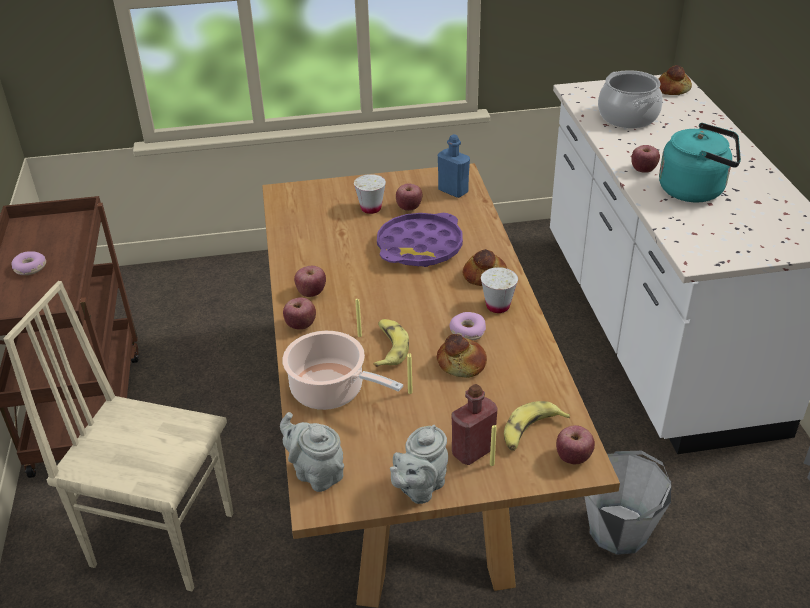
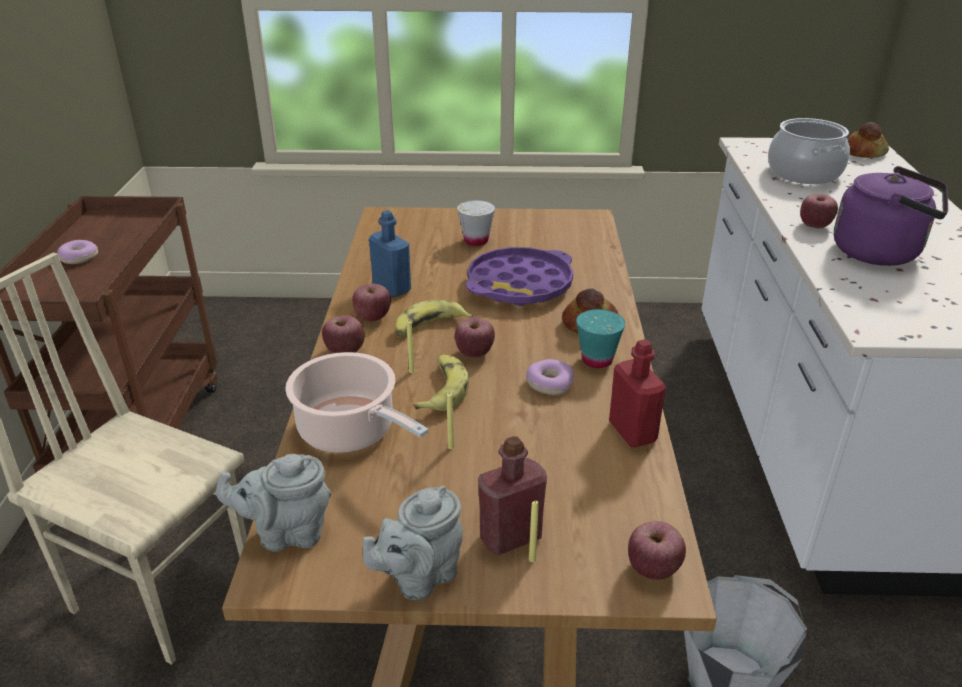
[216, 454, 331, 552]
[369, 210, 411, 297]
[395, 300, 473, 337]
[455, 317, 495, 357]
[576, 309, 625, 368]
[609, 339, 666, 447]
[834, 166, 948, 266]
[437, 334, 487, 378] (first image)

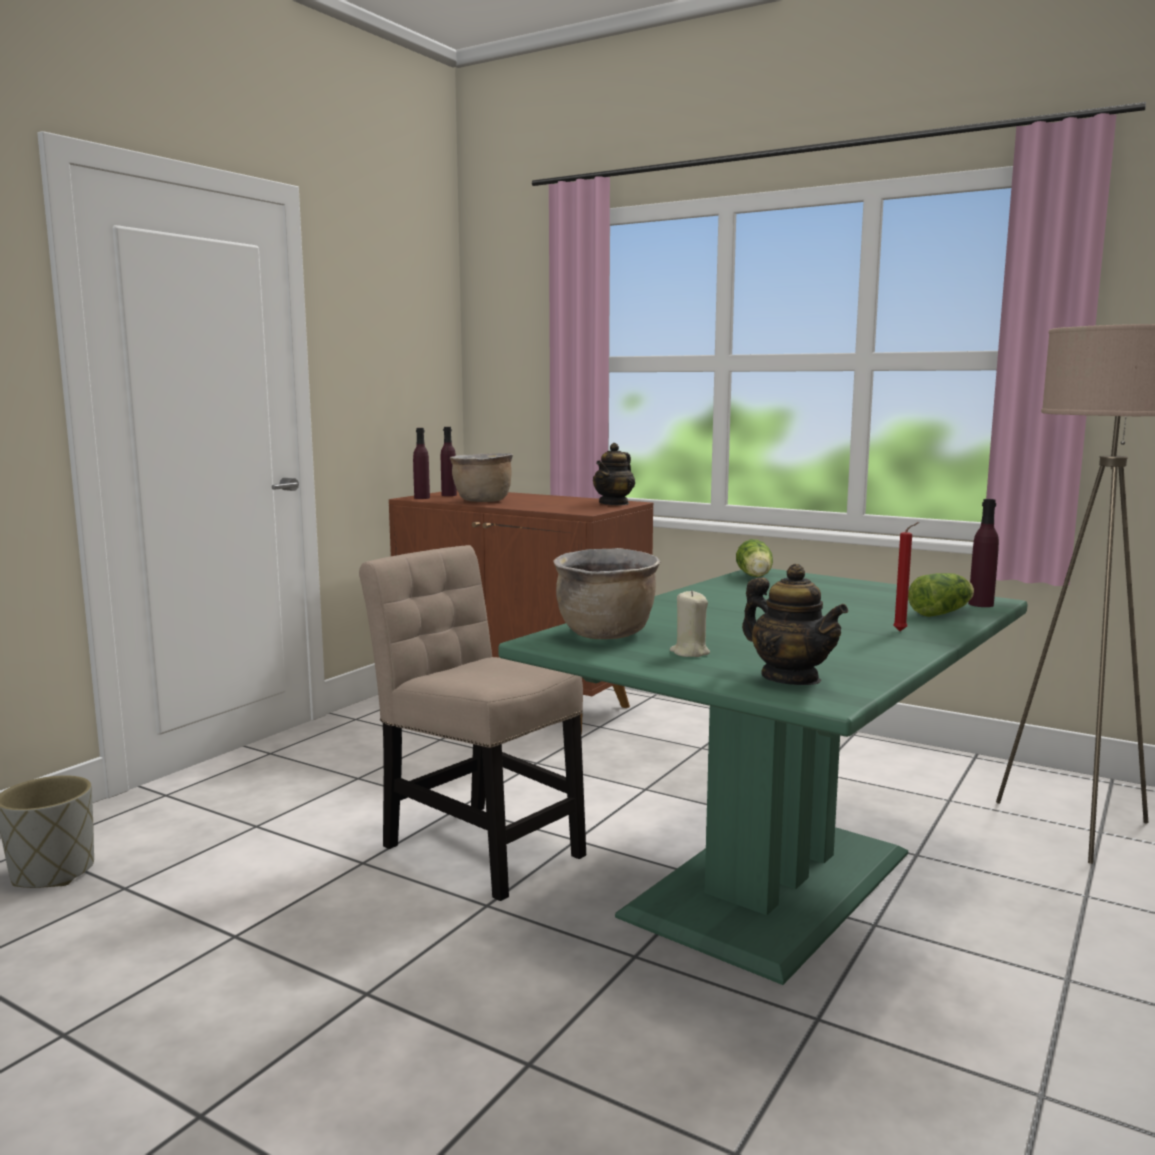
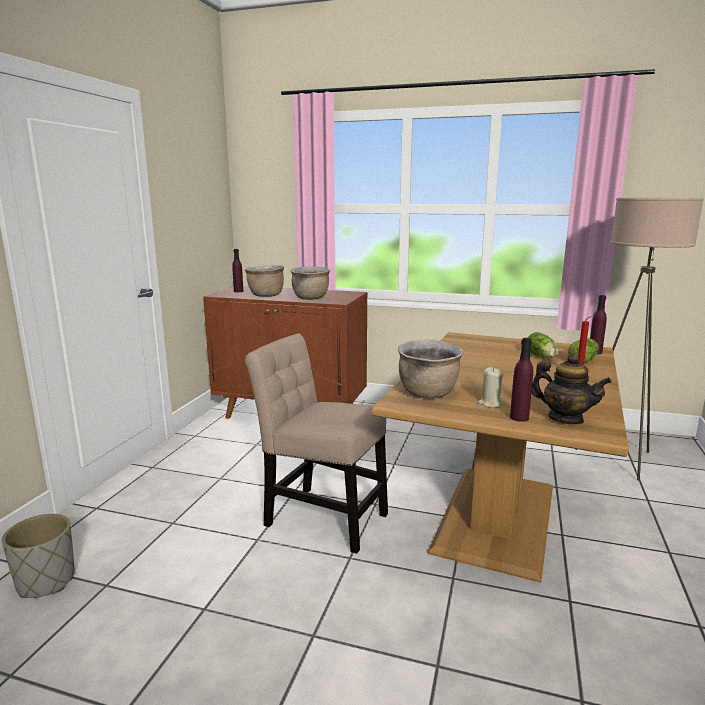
[290, 266, 330, 300]
[371, 332, 629, 583]
[510, 338, 533, 422]
[528, 332, 559, 358]
[593, 443, 635, 506] (first image)

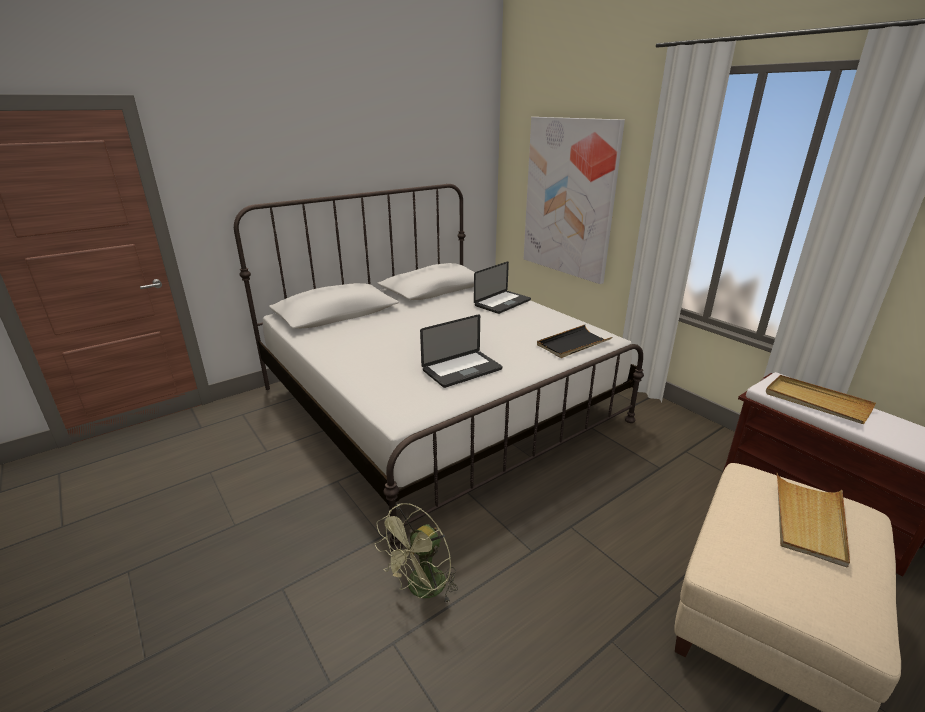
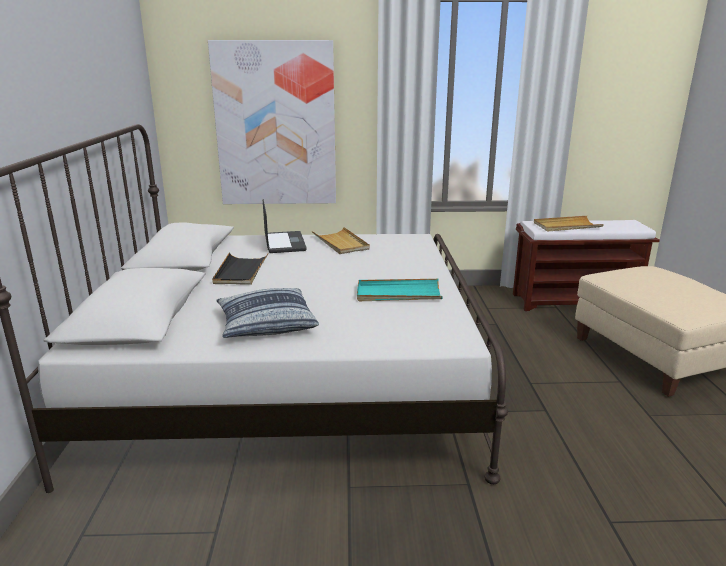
[212, 252, 268, 285]
[216, 288, 319, 338]
[312, 227, 370, 254]
[357, 279, 443, 301]
[375, 503, 458, 603] (first image)

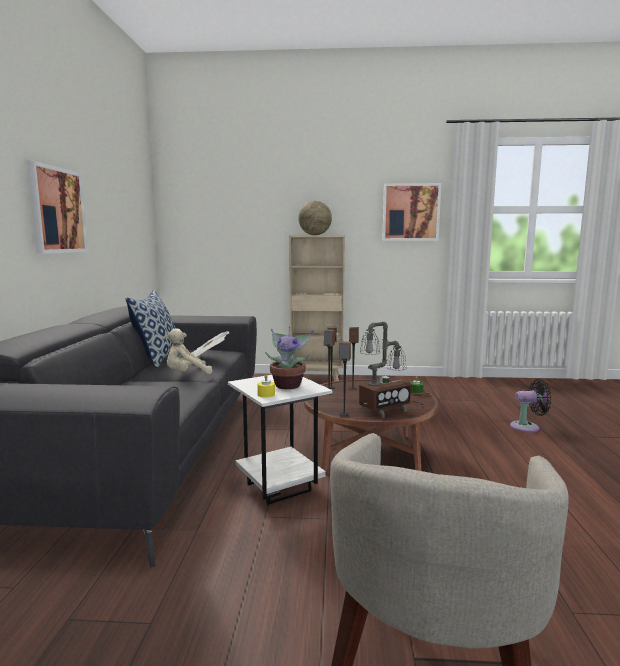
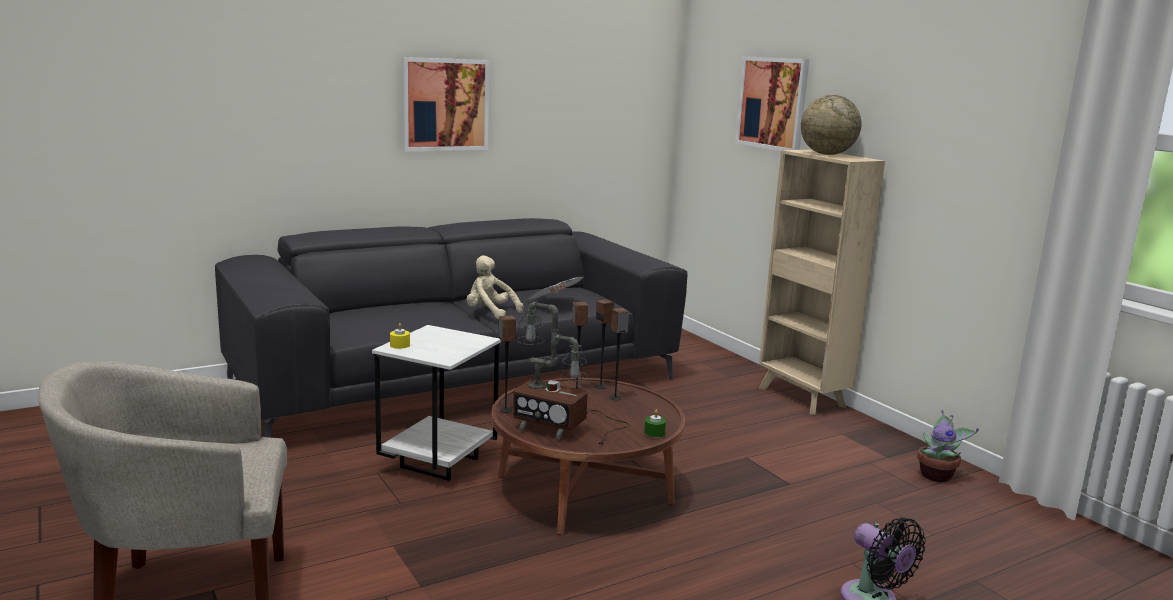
[735, 56, 809, 151]
[917, 410, 979, 482]
[126, 290, 176, 368] (first image)

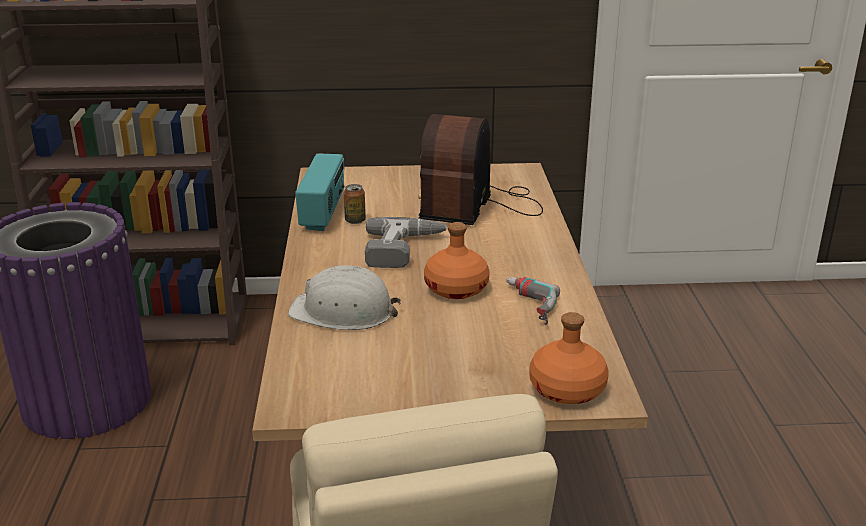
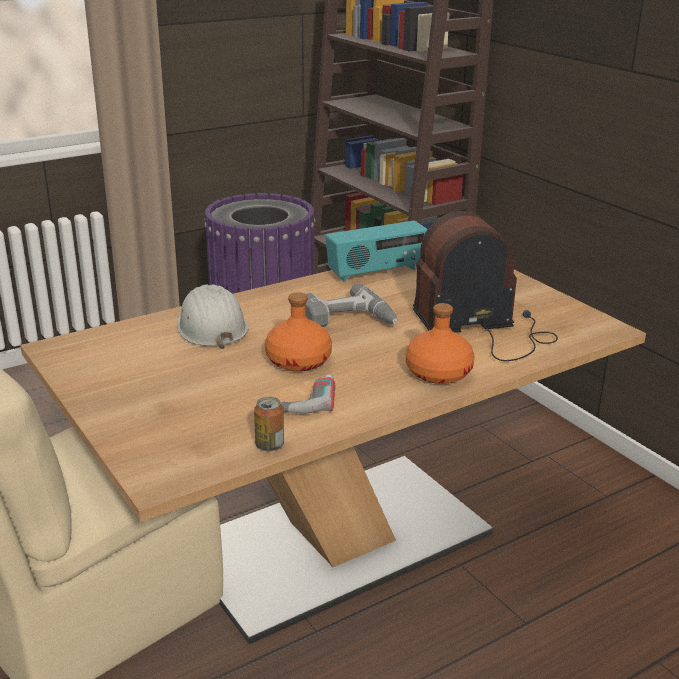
[254, 397, 284, 451]
[406, 303, 475, 384]

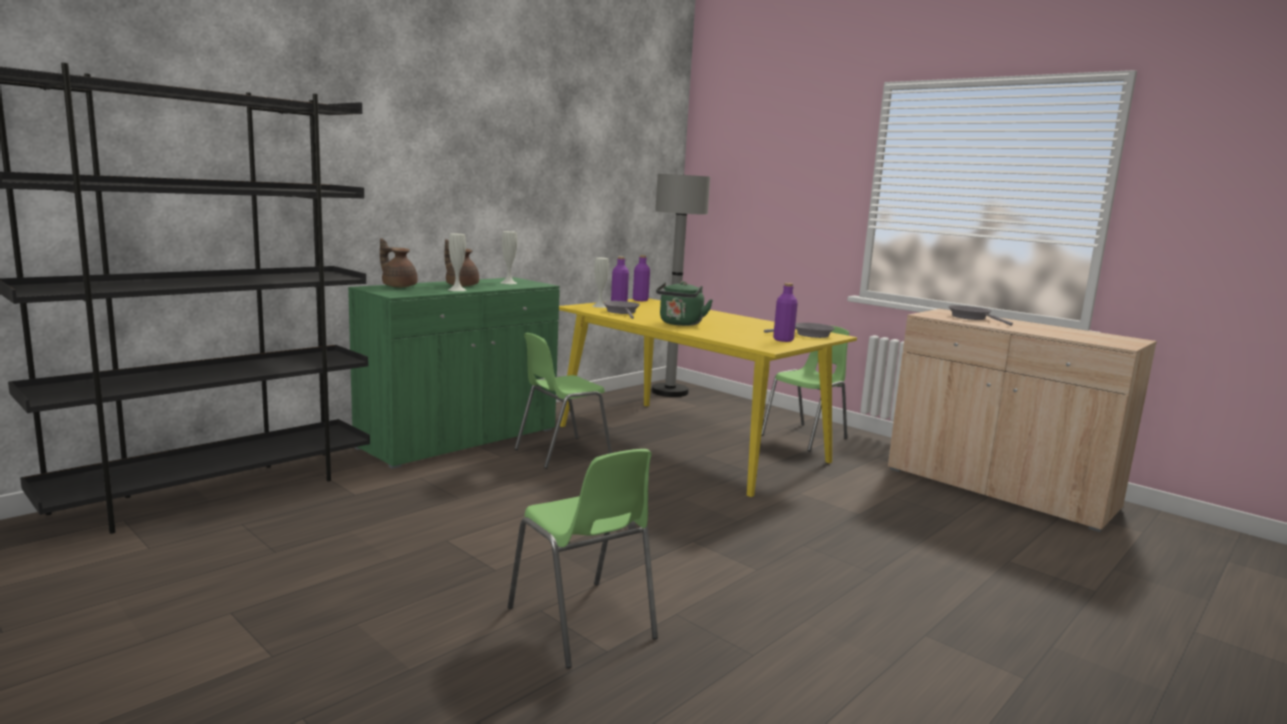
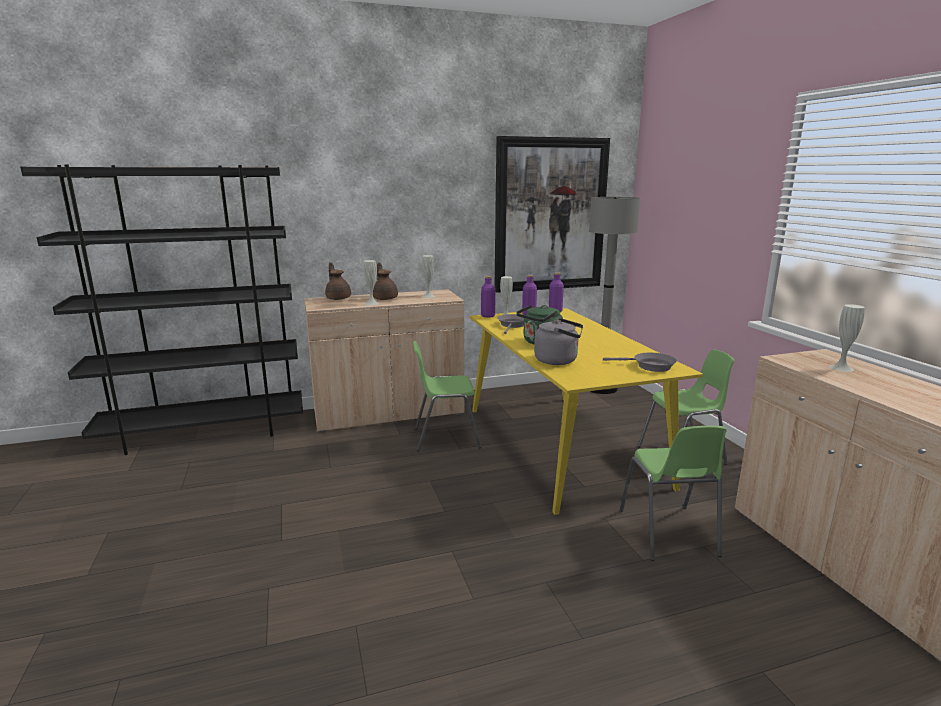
[304, 289, 464, 433]
[481, 276, 496, 318]
[495, 136, 610, 293]
[534, 318, 583, 365]
[620, 426, 726, 561]
[829, 304, 865, 372]

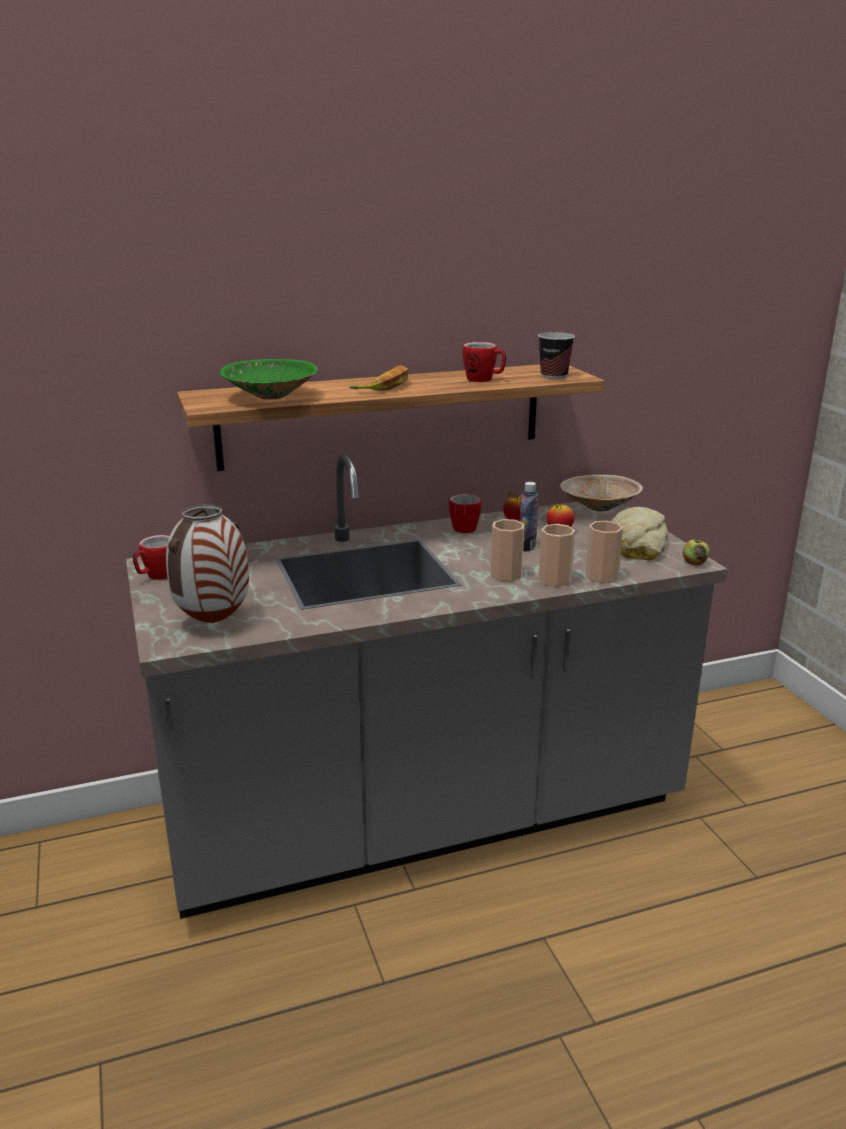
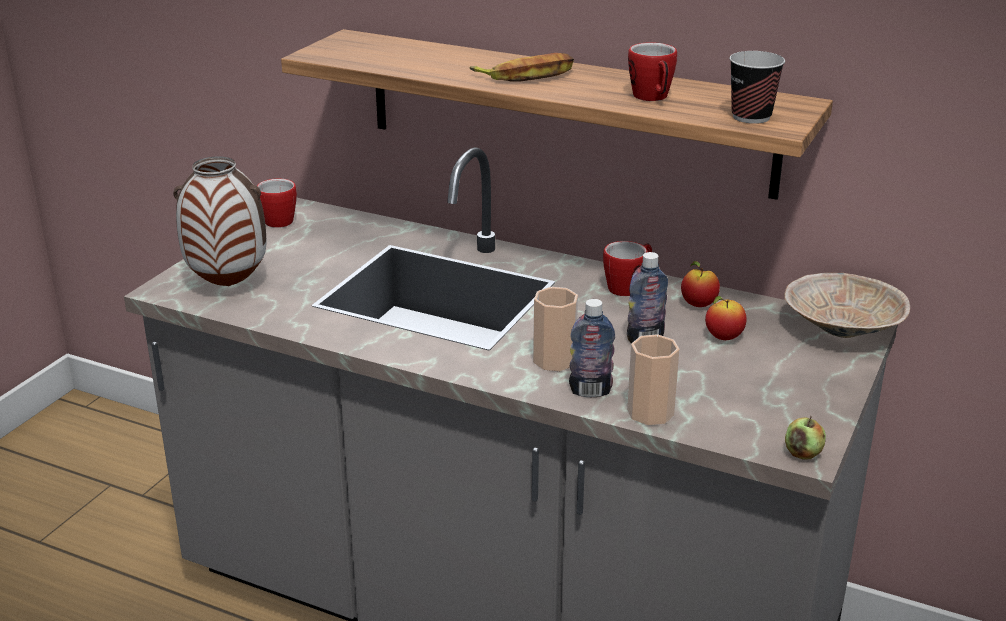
[569, 299, 615, 397]
[220, 359, 318, 400] (first image)
[611, 507, 668, 560] (first image)

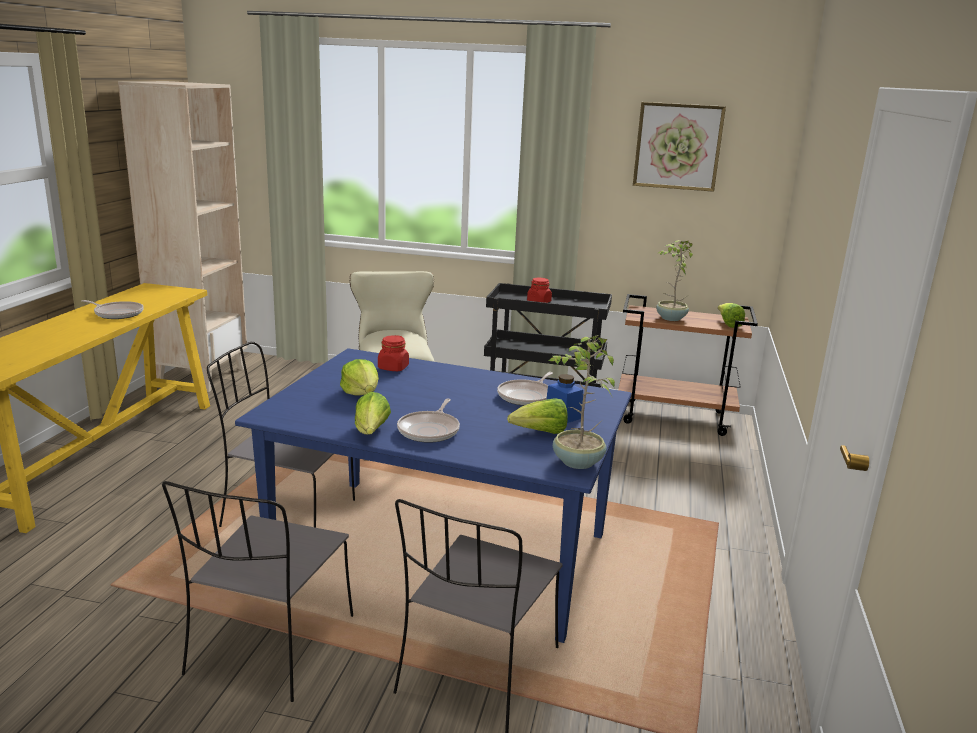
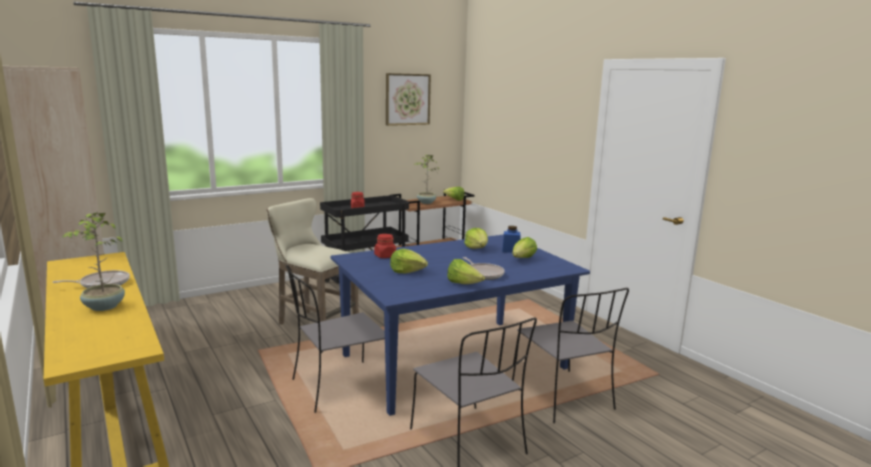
[62, 212, 125, 311]
[464, 228, 488, 249]

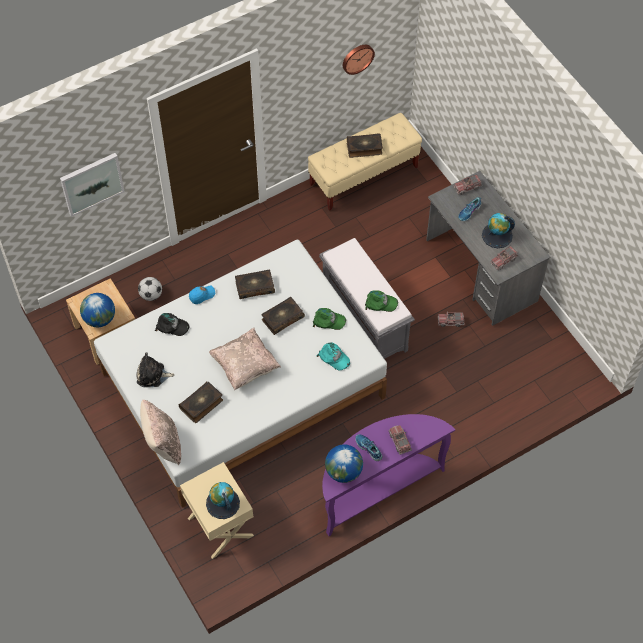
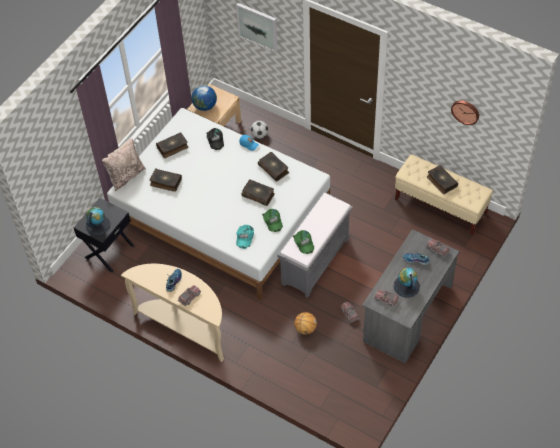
[74, 198, 134, 273]
[121, 264, 224, 362]
[156, 132, 188, 158]
[294, 312, 317, 334]
[209, 328, 281, 390] (first image)
[325, 444, 363, 483] (first image)

